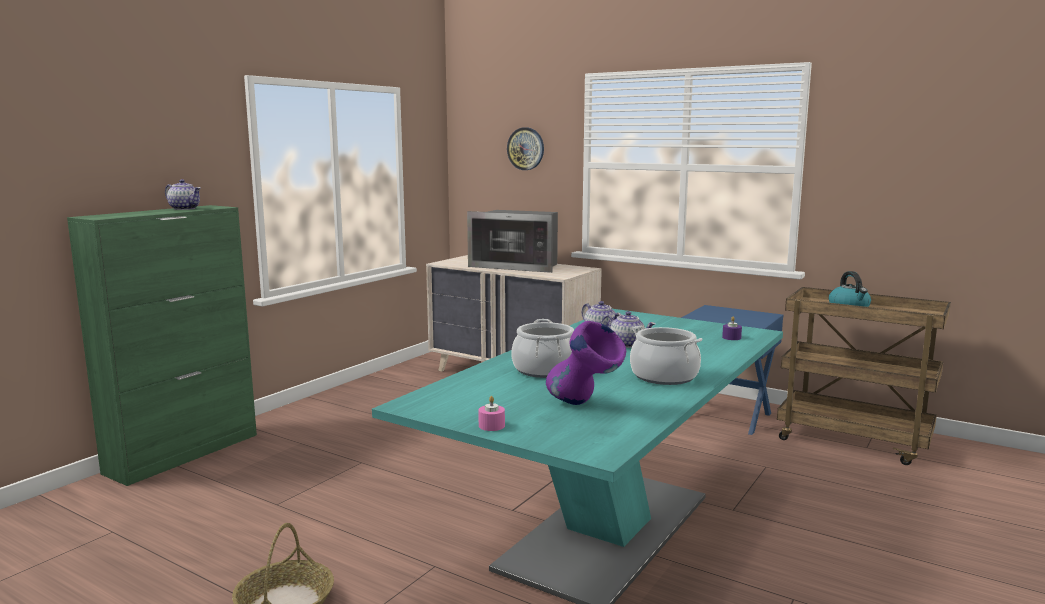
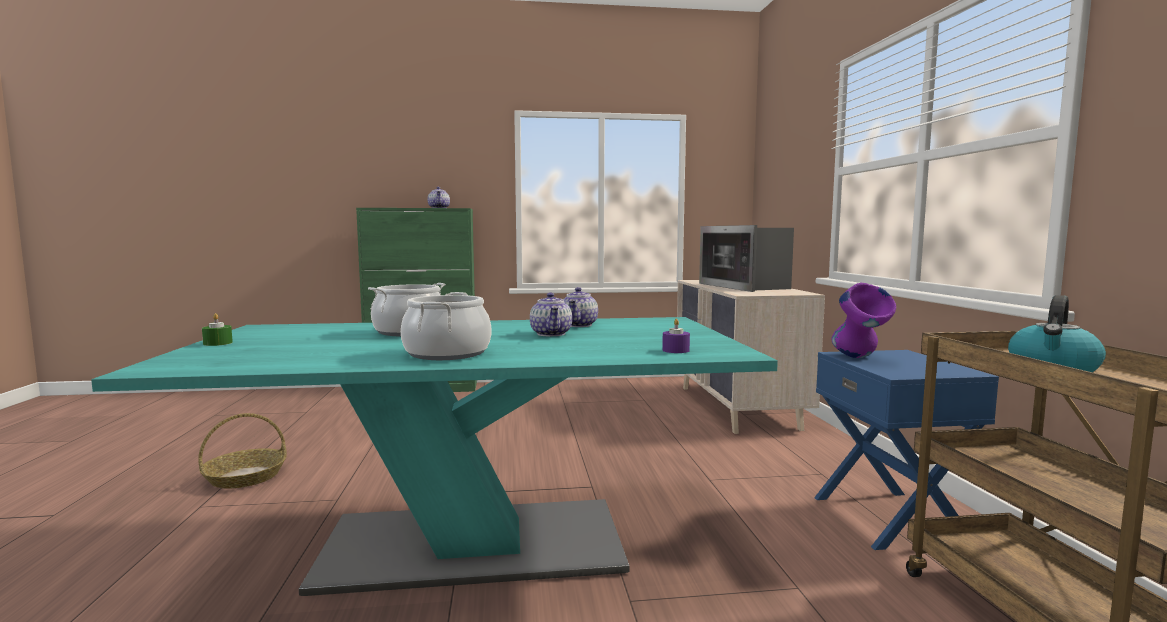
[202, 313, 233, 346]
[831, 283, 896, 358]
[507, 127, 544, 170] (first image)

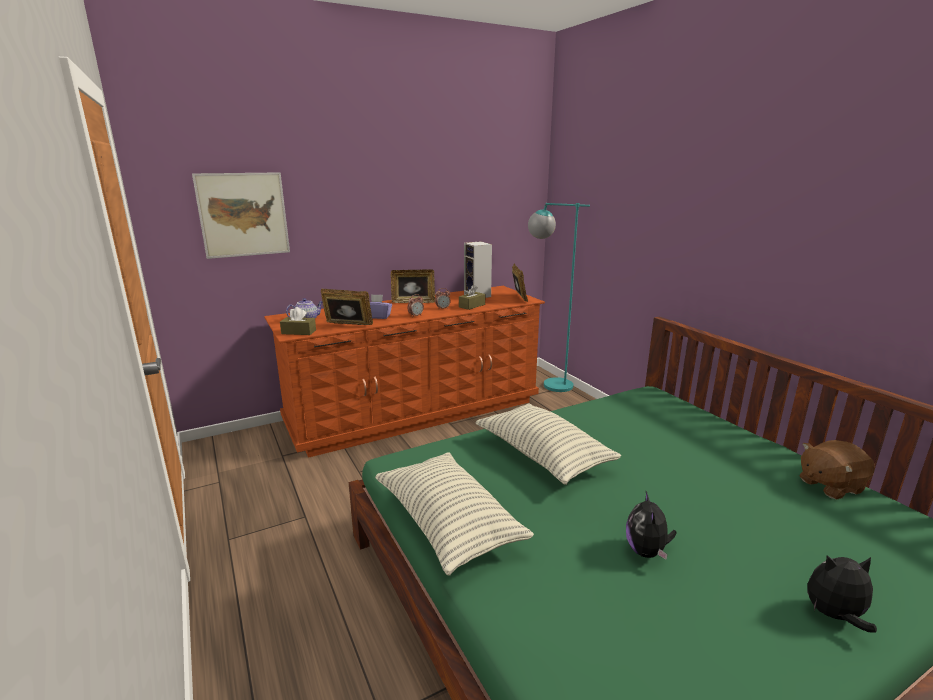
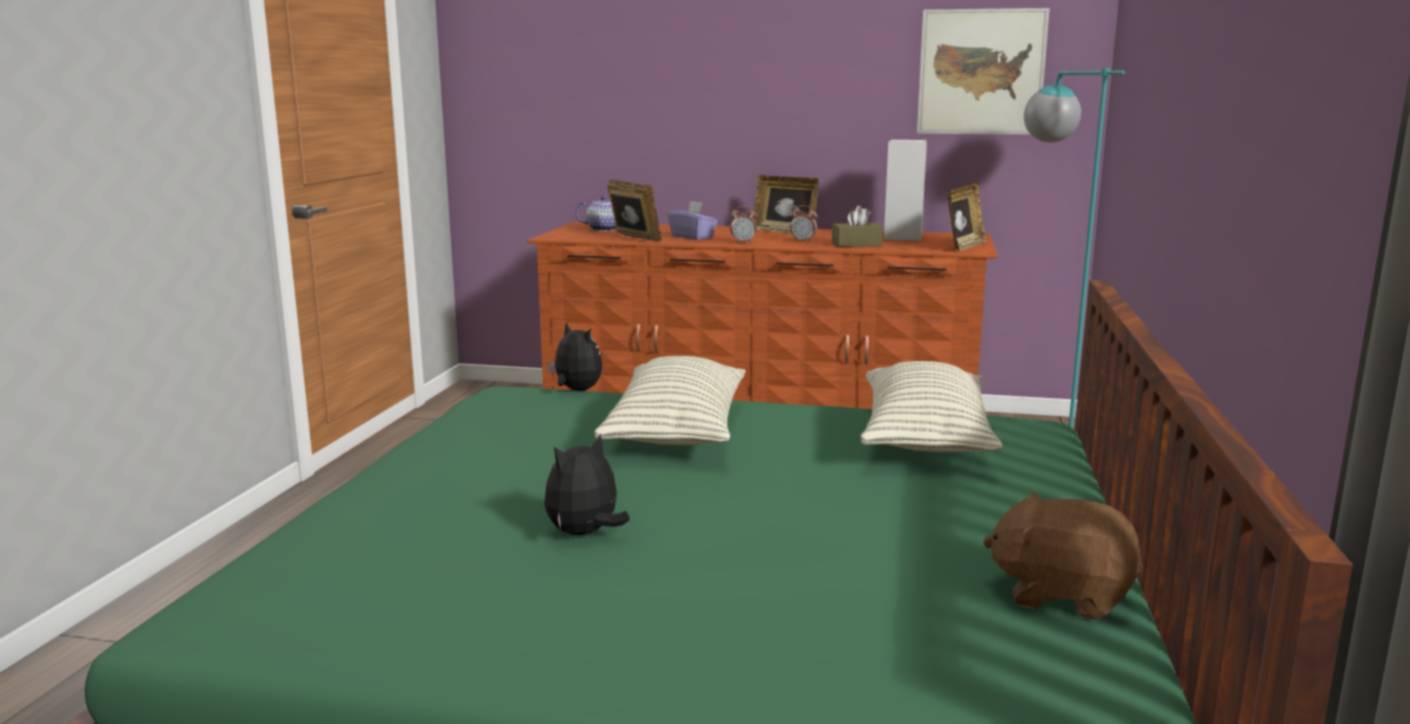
[547, 322, 603, 391]
[861, 361, 1003, 452]
[917, 8, 1050, 135]
[280, 307, 316, 335] (first image)

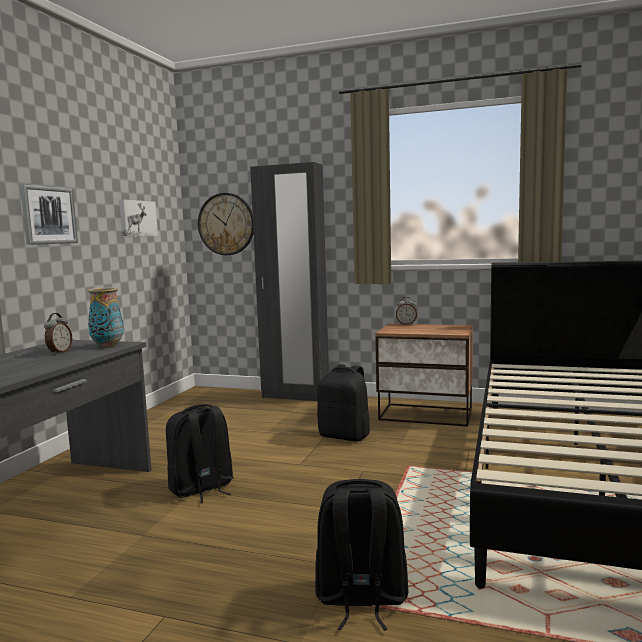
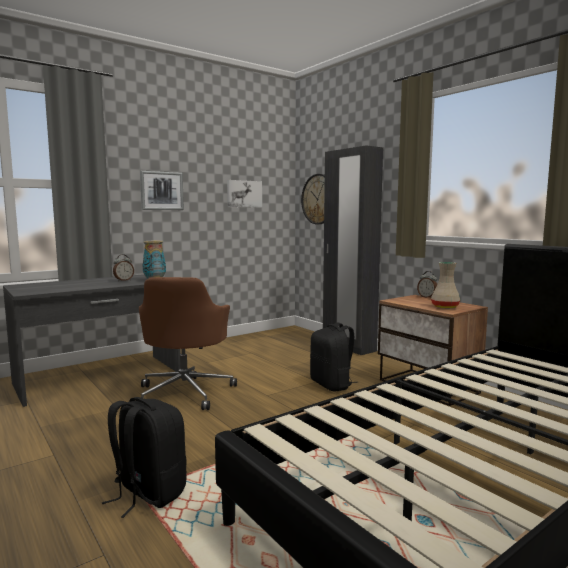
[139, 277, 237, 410]
[431, 262, 460, 309]

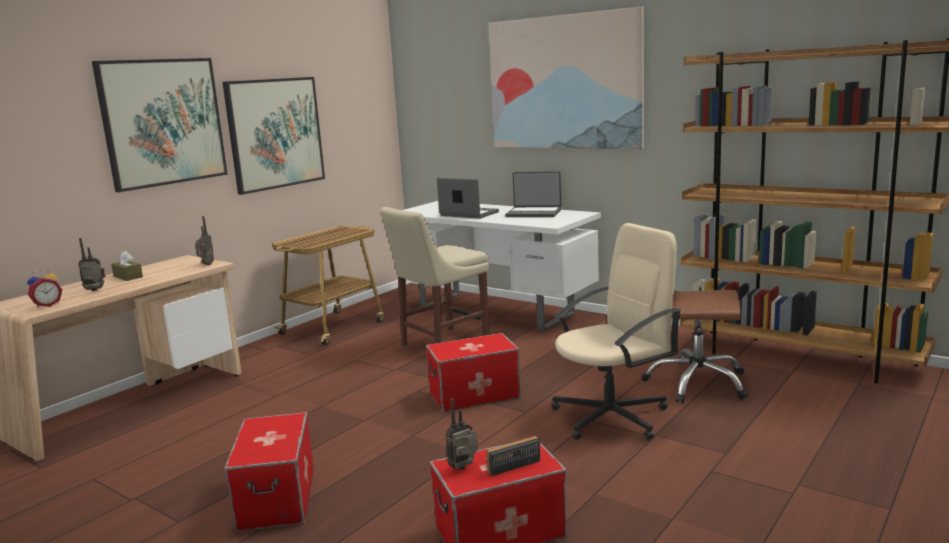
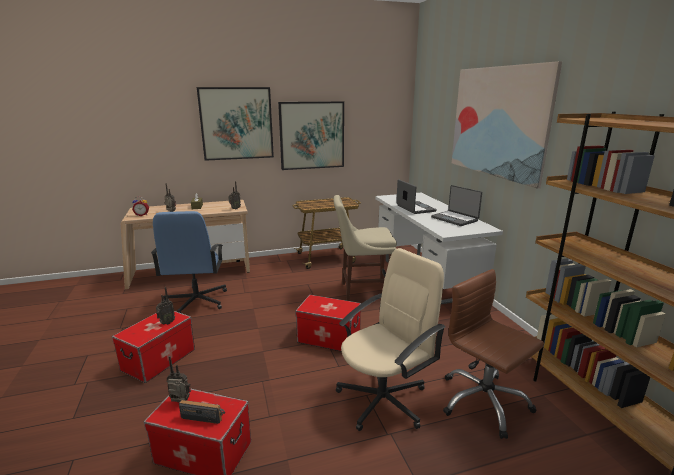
[151, 211, 227, 313]
[156, 287, 175, 325]
[335, 248, 446, 431]

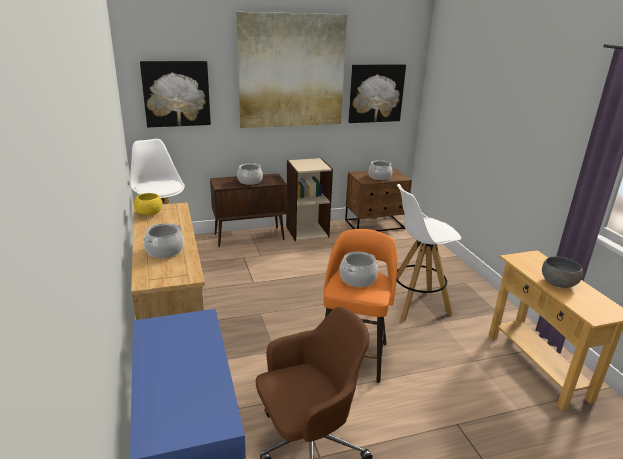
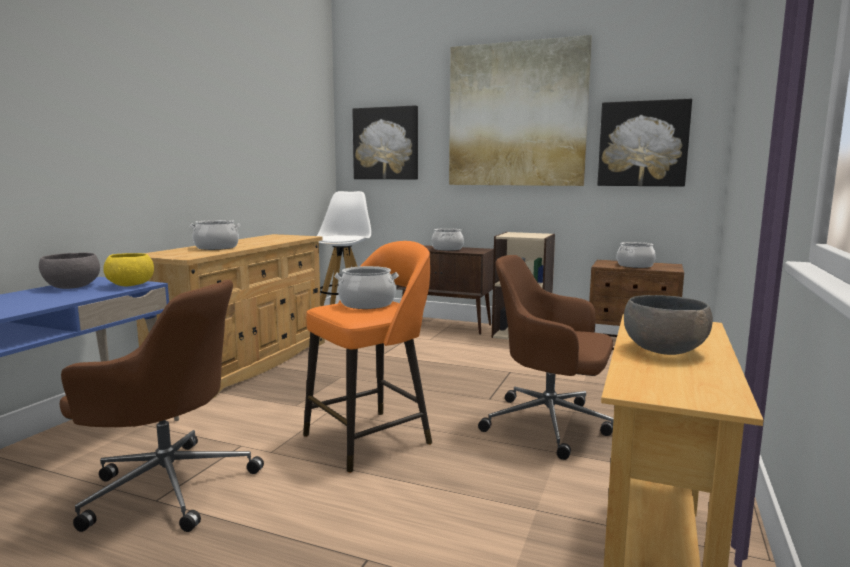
[39, 253, 100, 289]
[103, 253, 154, 286]
[478, 255, 614, 460]

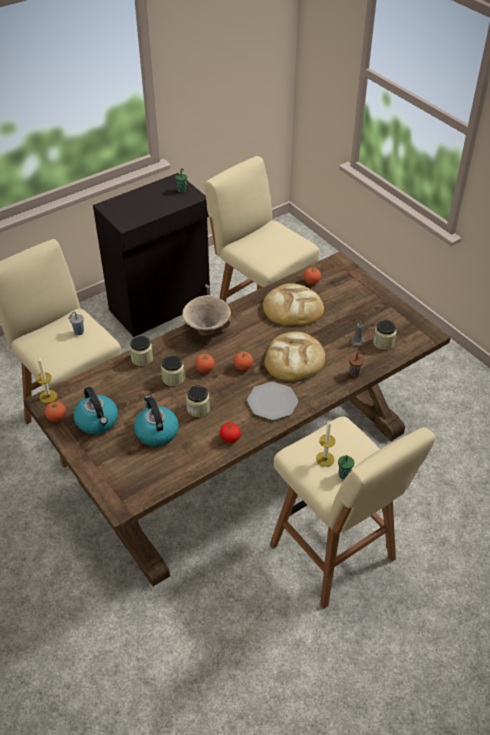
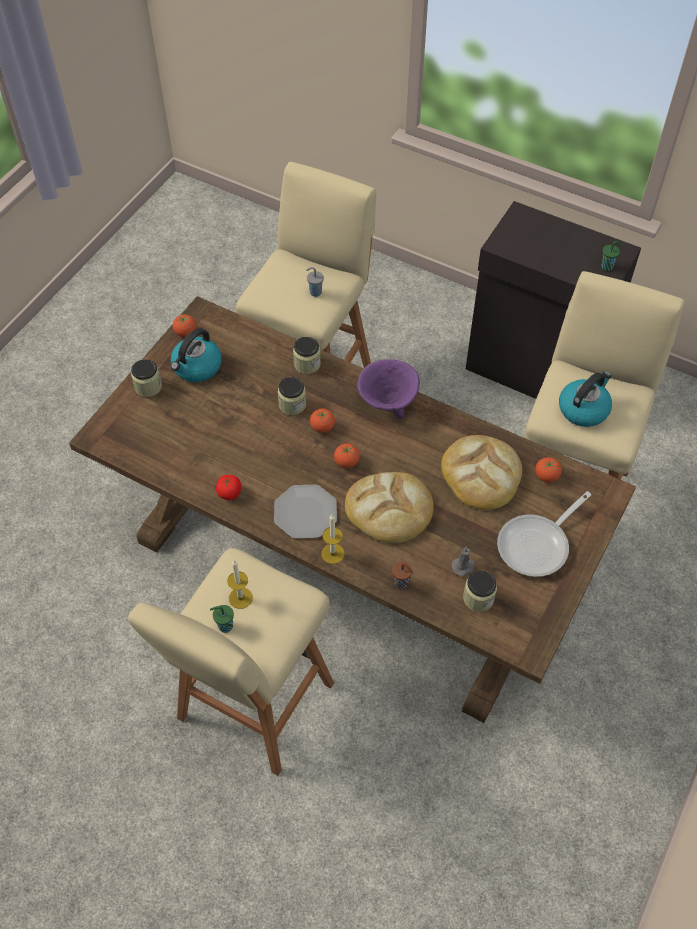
[131, 359, 162, 397]
[322, 514, 345, 564]
[357, 359, 420, 419]
[497, 491, 591, 577]
[559, 371, 612, 427]

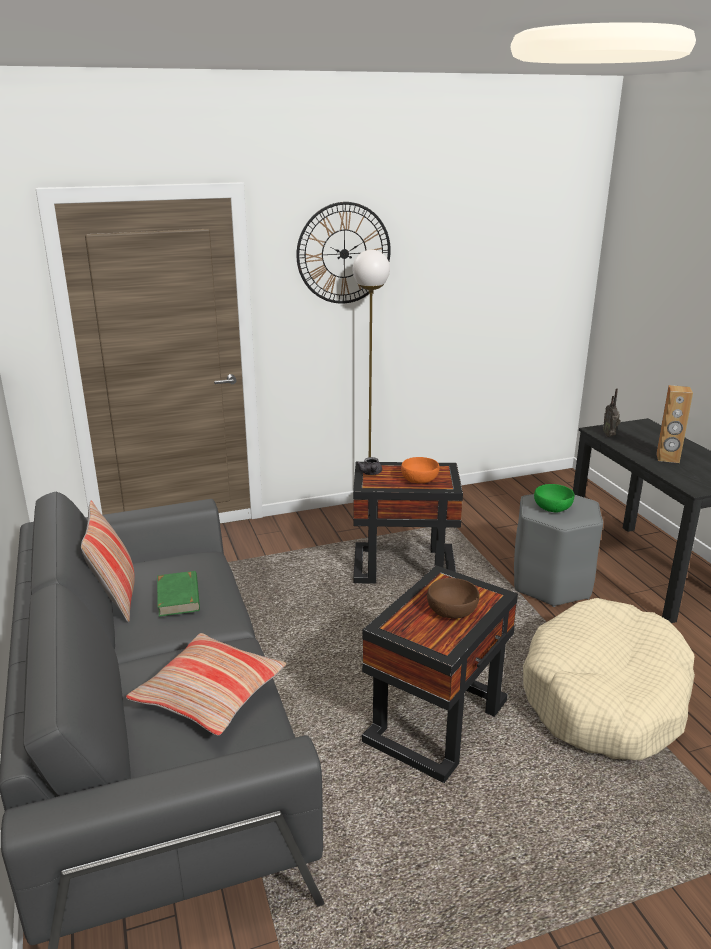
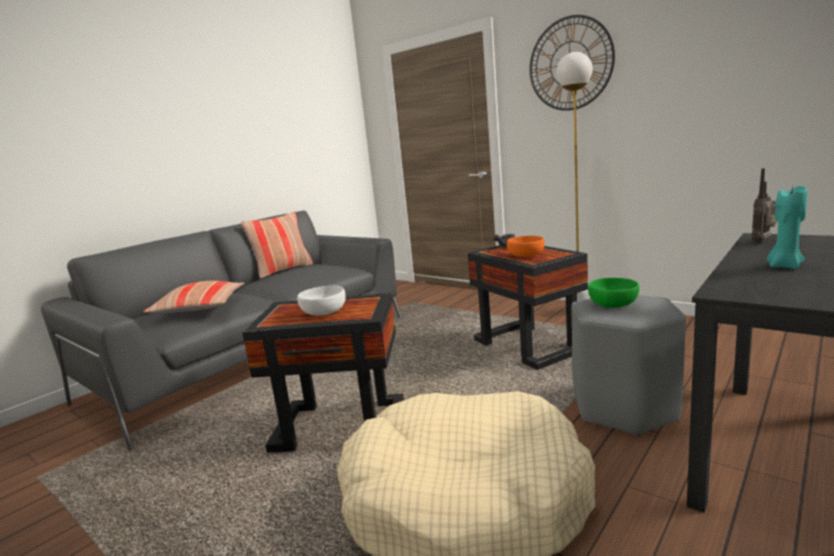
[297, 286, 346, 316]
[767, 185, 808, 269]
[157, 571, 200, 617] (first image)

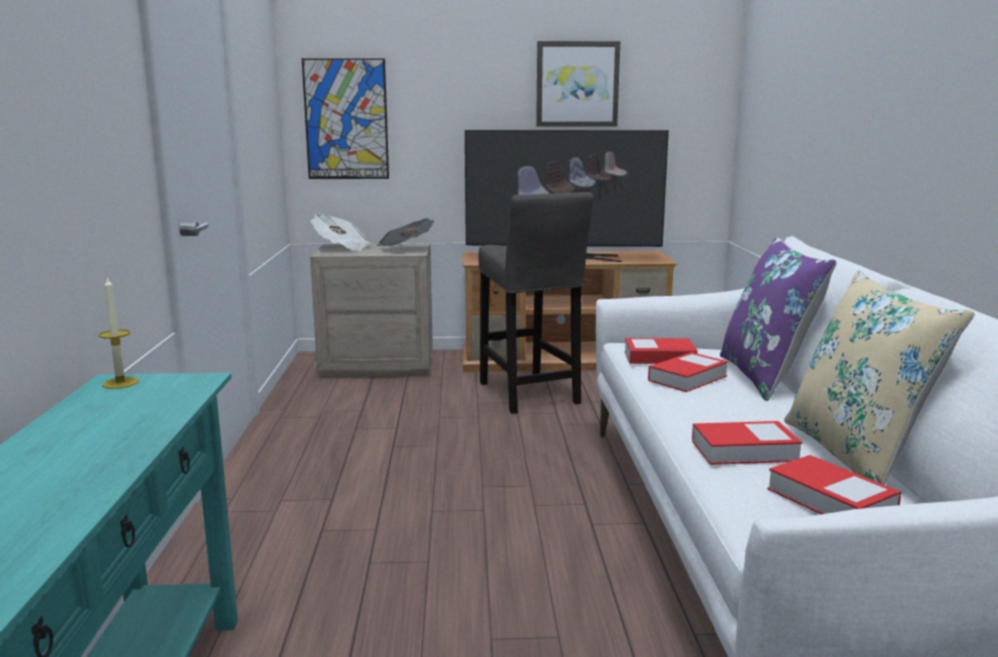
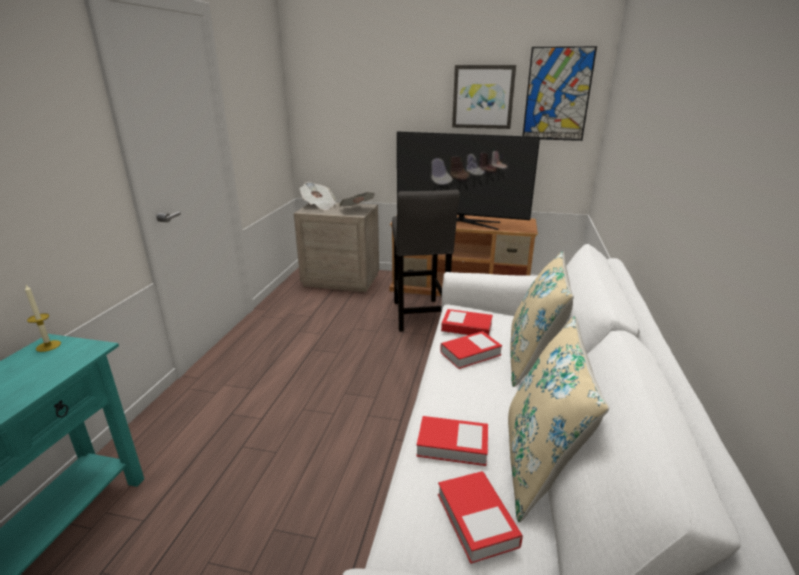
[510, 251, 574, 387]
[523, 46, 597, 141]

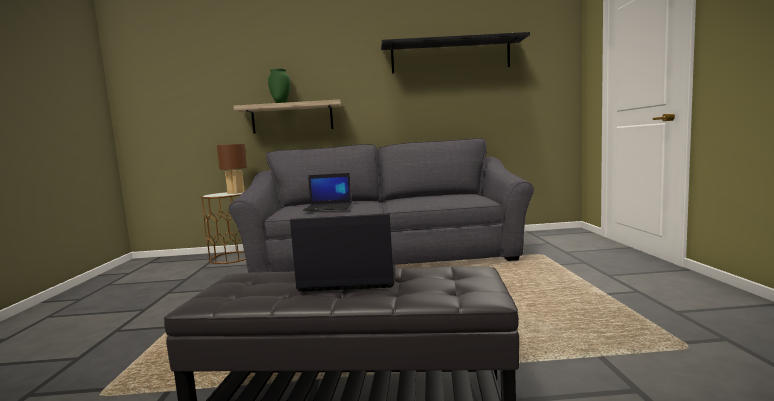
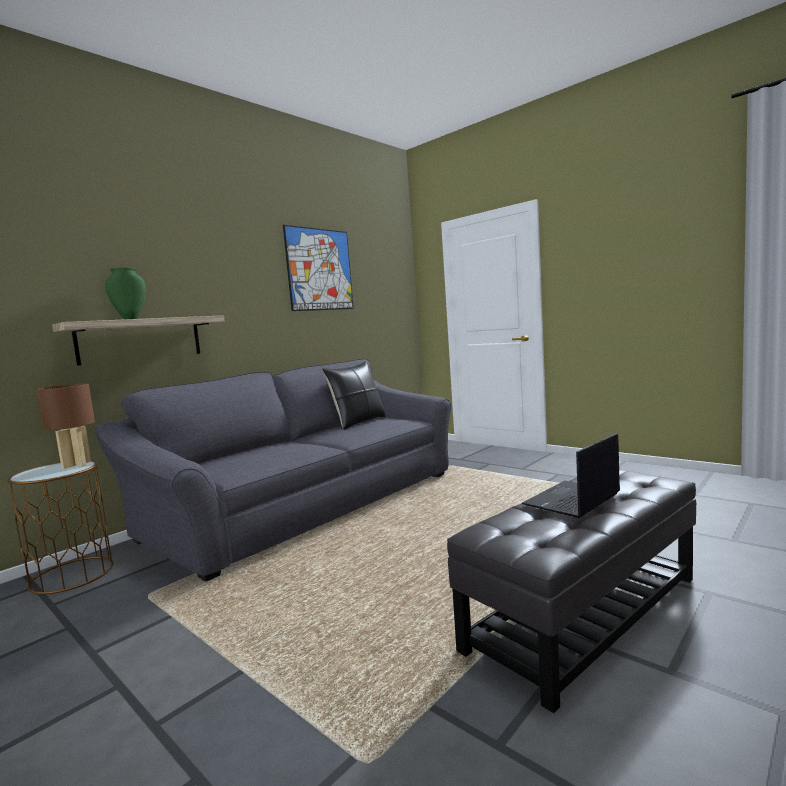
[283, 225, 354, 311]
[322, 362, 386, 430]
[303, 173, 352, 211] (first image)

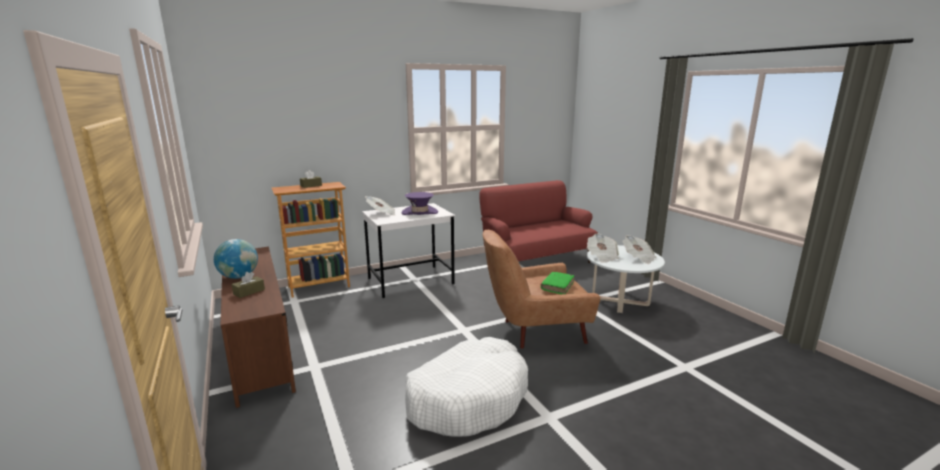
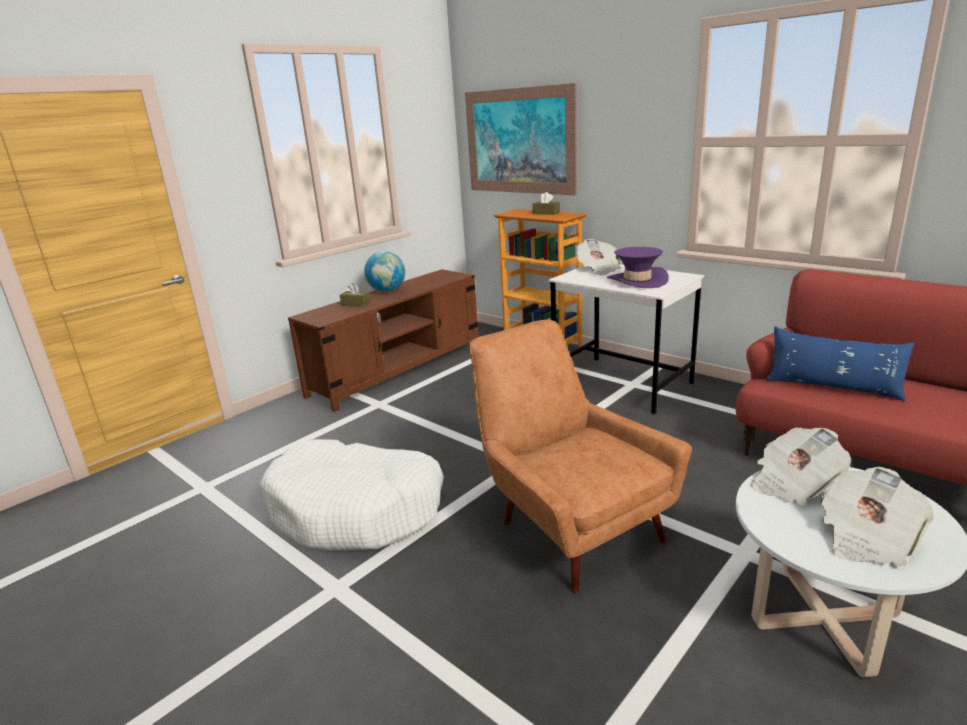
[465, 83, 577, 195]
[766, 326, 914, 401]
[541, 272, 574, 294] (first image)

